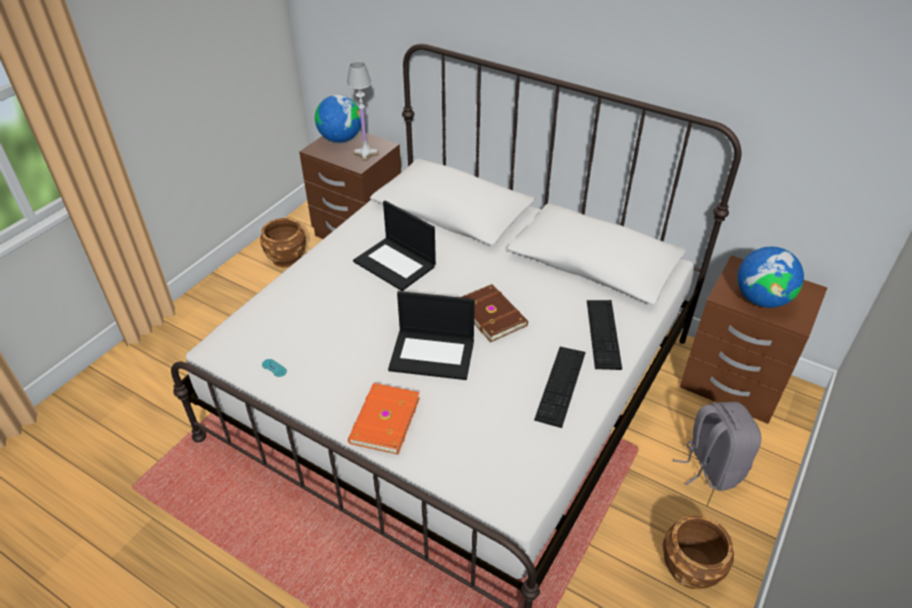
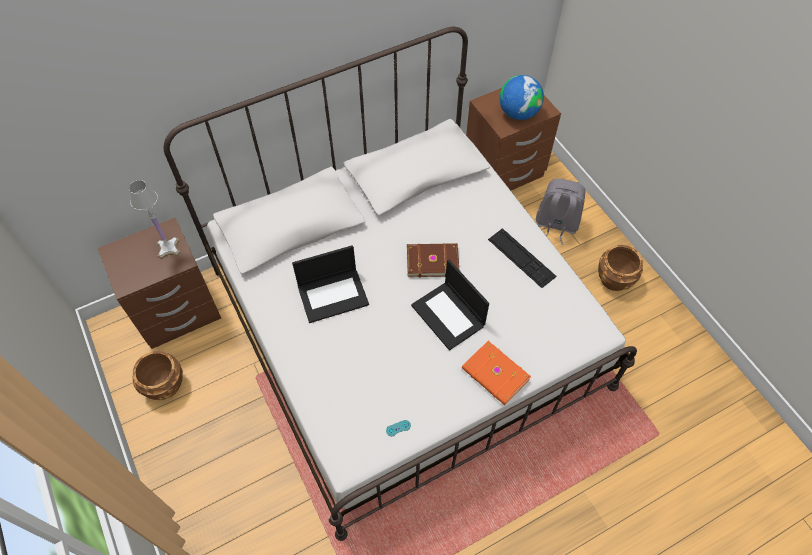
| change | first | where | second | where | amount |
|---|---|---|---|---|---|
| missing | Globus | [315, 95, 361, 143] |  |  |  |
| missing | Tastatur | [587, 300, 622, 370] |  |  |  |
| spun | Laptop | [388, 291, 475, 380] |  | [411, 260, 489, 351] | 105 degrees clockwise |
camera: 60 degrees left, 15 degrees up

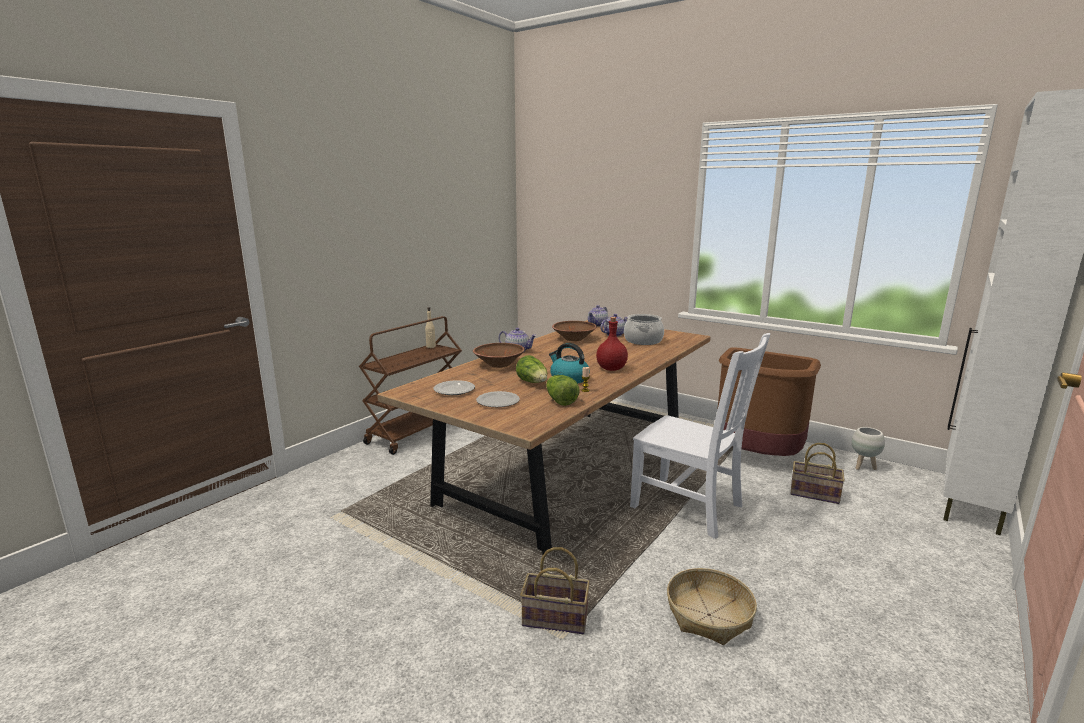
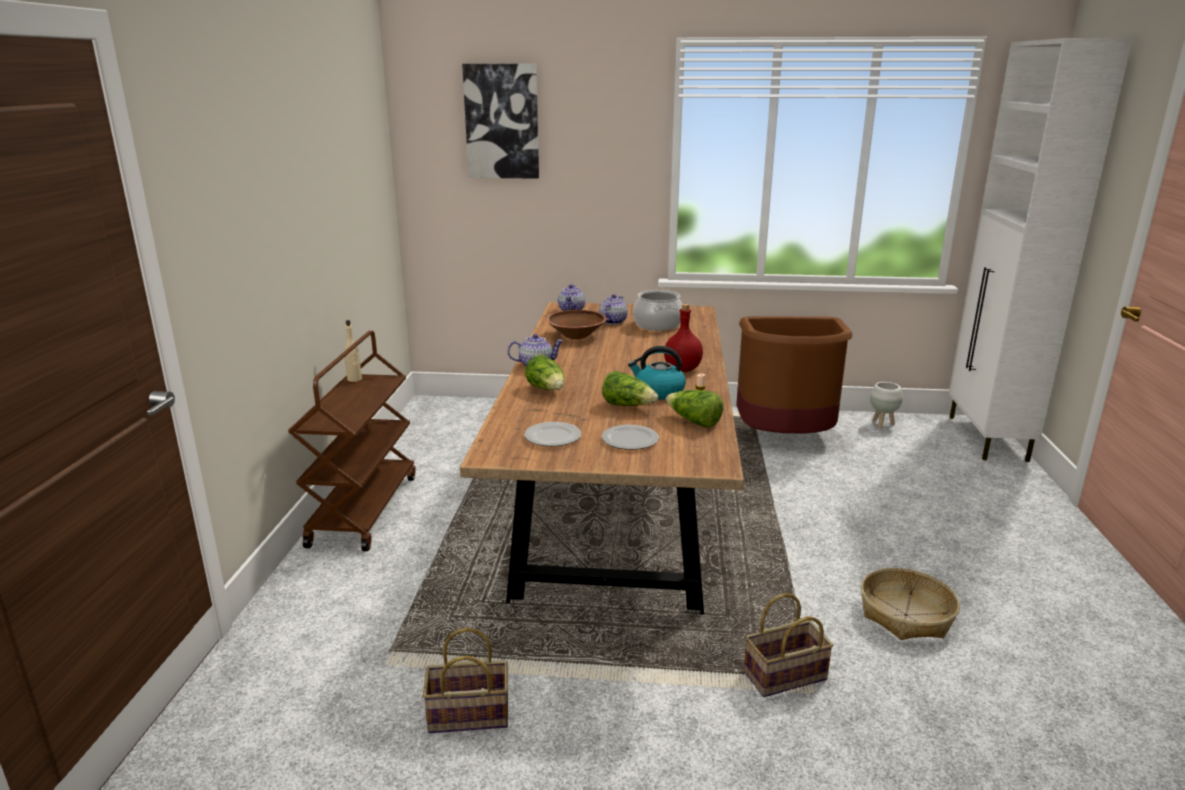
| change | first | where | second | where | amount |
|---|---|---|---|---|---|
| missing | Stuhl/weiß | [630, 333, 770, 539] |  |  |  |
| appeared |  |  | Bild | [462, 64, 539, 179] |  |
| relocated | Korb | [791, 443, 845, 504] |  | [423, 627, 508, 733] |  |
| exchanged | Schüssel/braun | [473, 343, 525, 368] | Salatkopf | [525, 355, 565, 390] |  |
camera: 30 degrees left, 5 degrees up

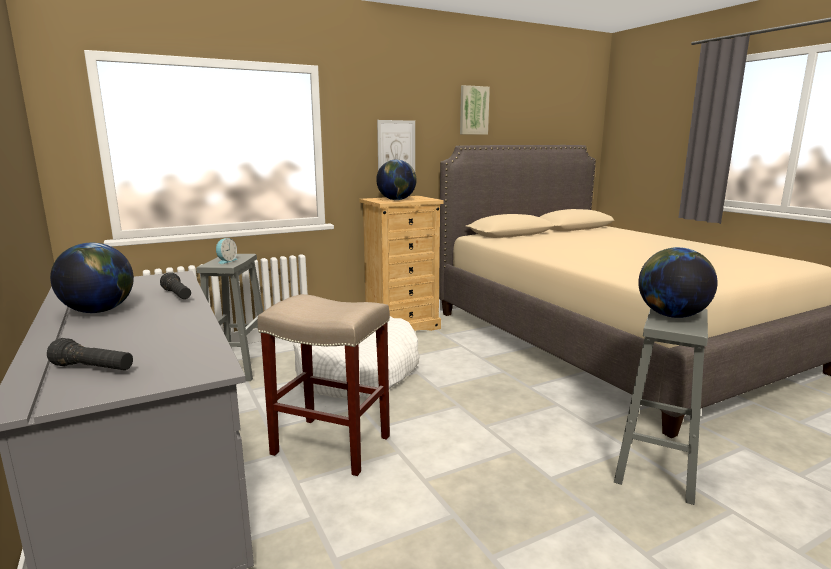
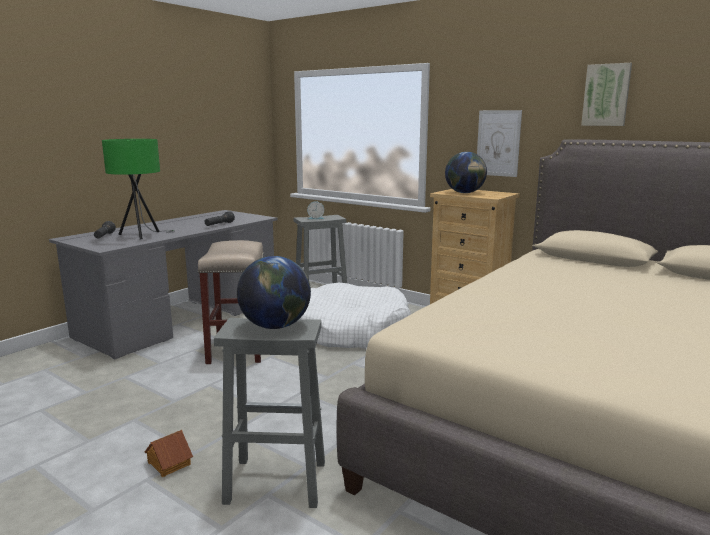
| change | first | where | second | where | amount |
|---|---|---|---|---|---|
| missing | Globus | [50, 243, 134, 313] |  |  |  |
| appeared |  |  | Tischlampe/grün | [102, 139, 175, 239] |  |
| appeared |  |  | Spielzeughaus | [145, 430, 193, 477] |  |
camera: 65 degrees right, 0 degrees up

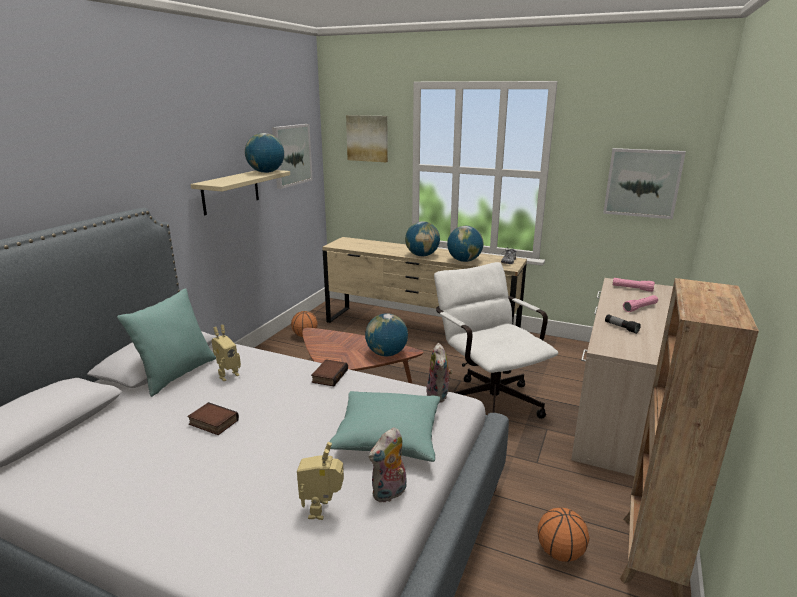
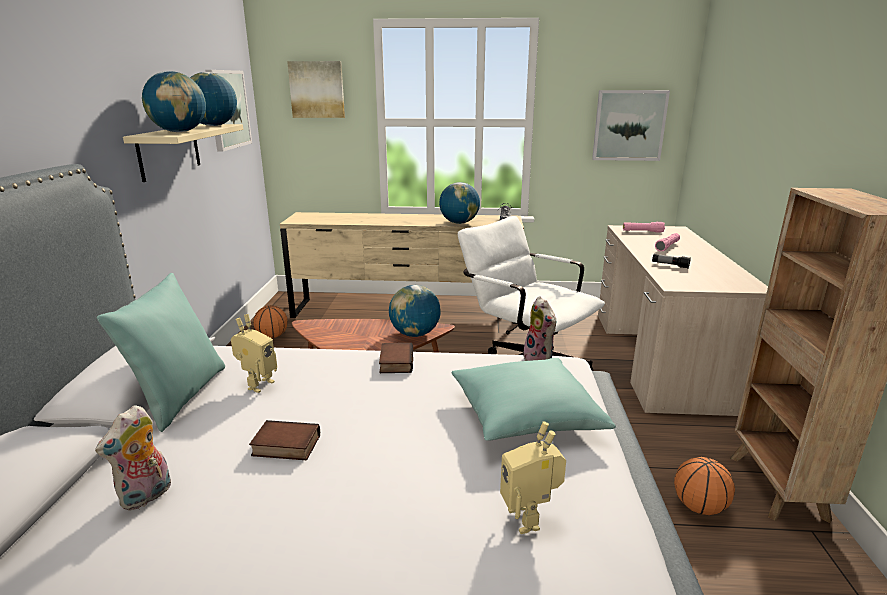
| change | first | where | second | where | amount |
|---|---|---|---|---|---|
| relocated | Plüschtier | [369, 427, 407, 502] |  | [95, 405, 171, 511] |  |
| relocated | Globus | [405, 221, 440, 256] |  | [142, 71, 206, 132] |  |
camera: 20 degrees left, 0 degrees up

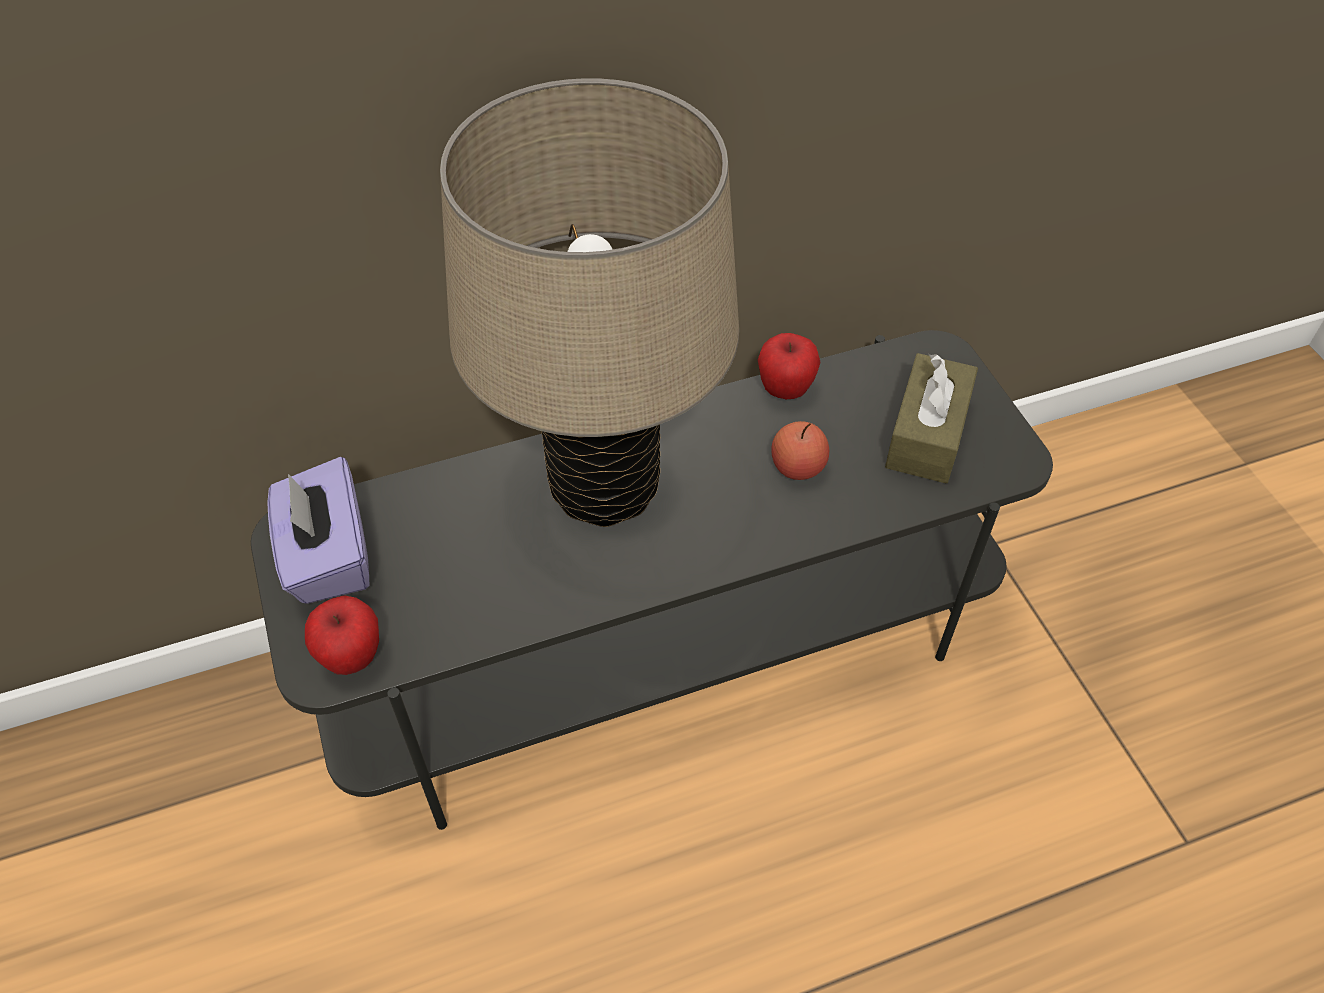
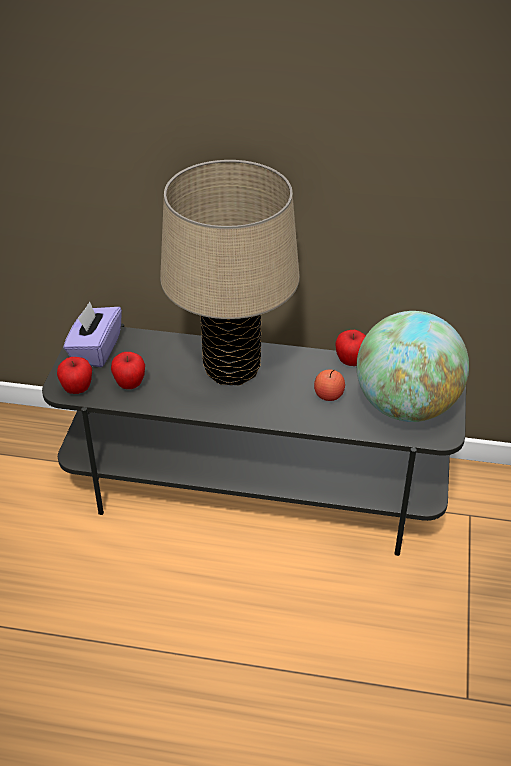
| change | first | where | second | where | amount |
|---|---|---|---|---|---|
| appeared |  |  | Apfel | [111, 352, 145, 389] |  |
| exchanged | Taschentuchbox/braun | [885, 353, 978, 484] | Globus | [357, 311, 469, 422] |  |
camera: 30 degrees right, 10 degrees down

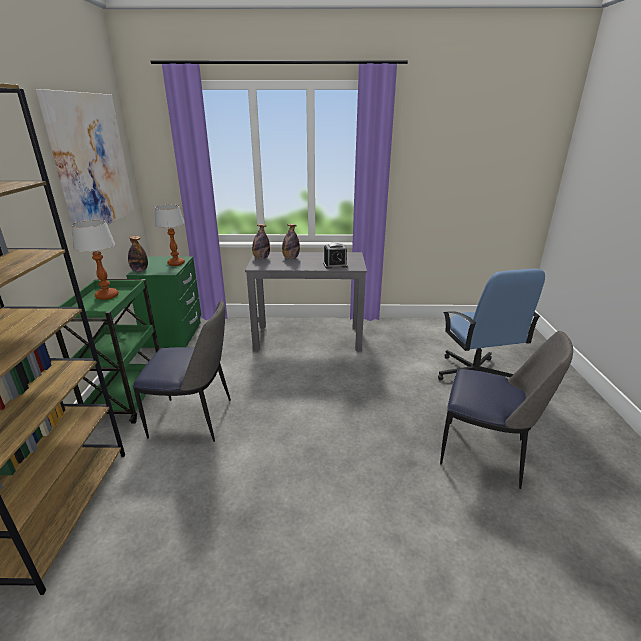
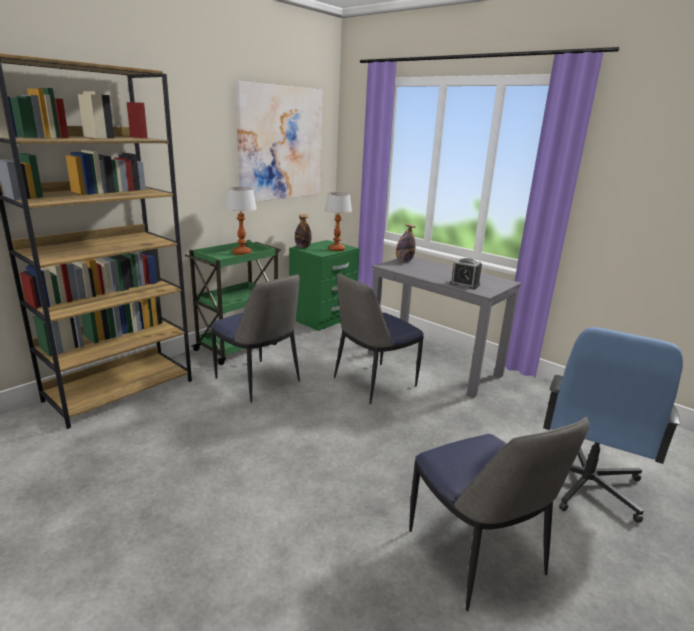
| change | first | where | second | where | amount |
|---|---|---|---|---|---|
| missing | Flasche | [282, 224, 300, 259] |  |  |  |
| appeared |  |  | Stuhl | [334, 273, 424, 404] |  |
camera: 40 degrees right, 5 degrees down

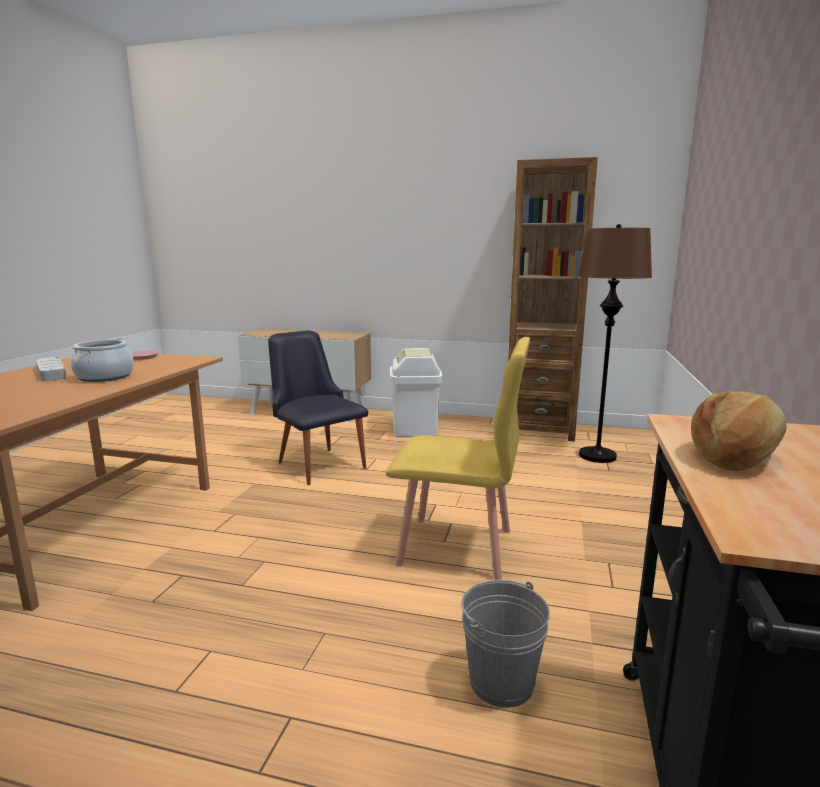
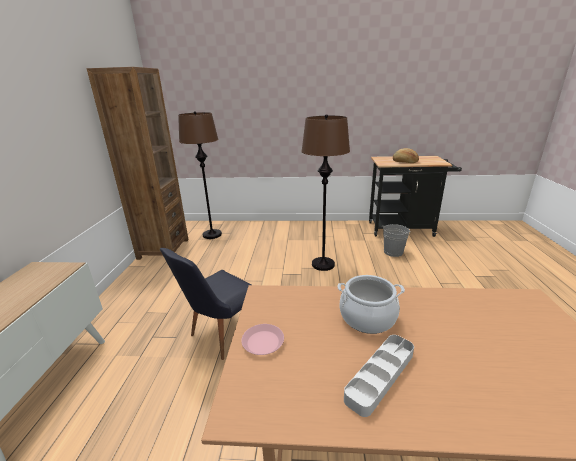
| change | first | where | second | where | amount |
|---|---|---|---|---|---|
| missing | Mülleimer/weiß | [390, 348, 442, 437] |  |  |  |
| exchanged | Stuhl/gelb | [386, 337, 530, 580] | Stehlampe/braun | [301, 114, 350, 271] |  |
camera: 100 degrees left, 10 degrees up

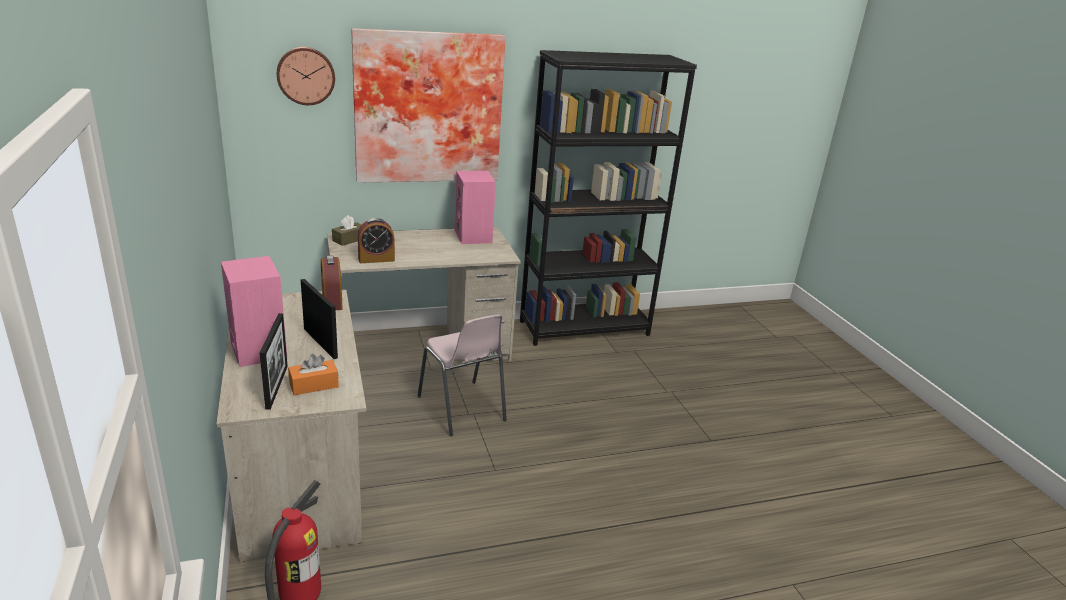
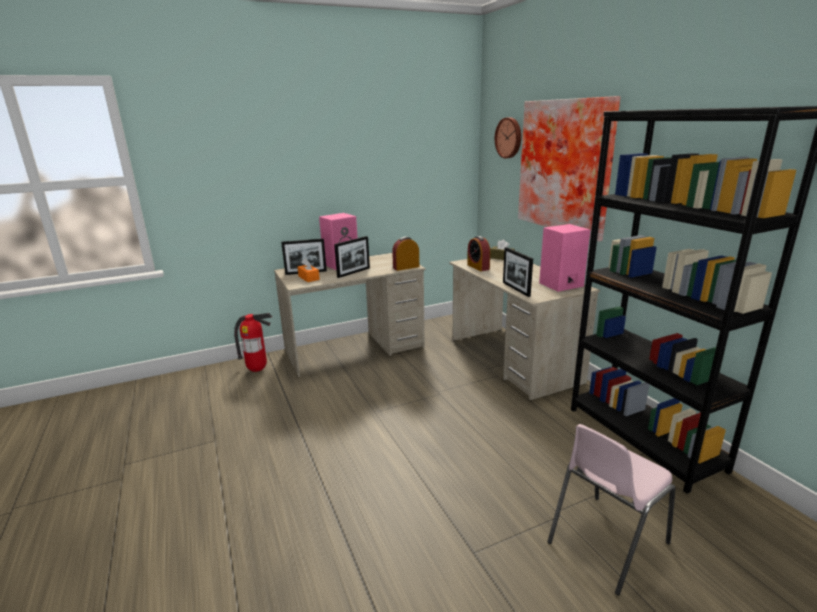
| change | first | where | second | where | amount |
|---|---|---|---|---|---|
| appeared |  |  | Bilderrahmen | [503, 247, 533, 297] |  |
| relocated | Stuhl/rosa | [417, 314, 507, 436] |  | [547, 424, 676, 595] |  |
camera: 85 degrees right, 5 degrees down

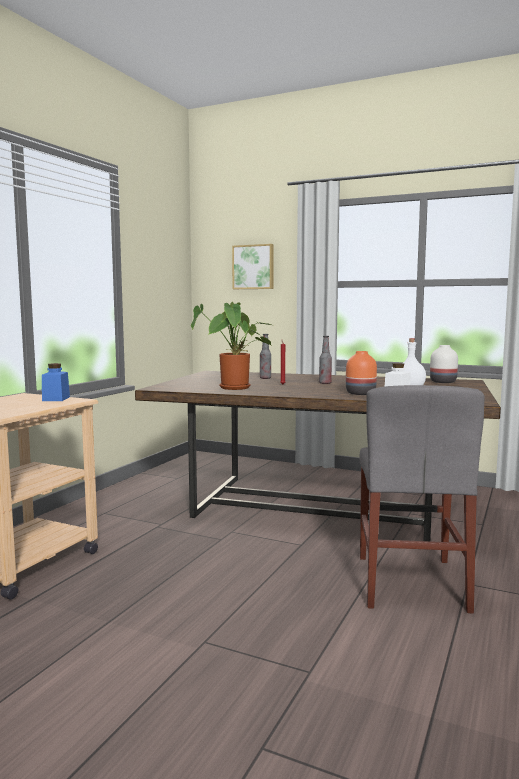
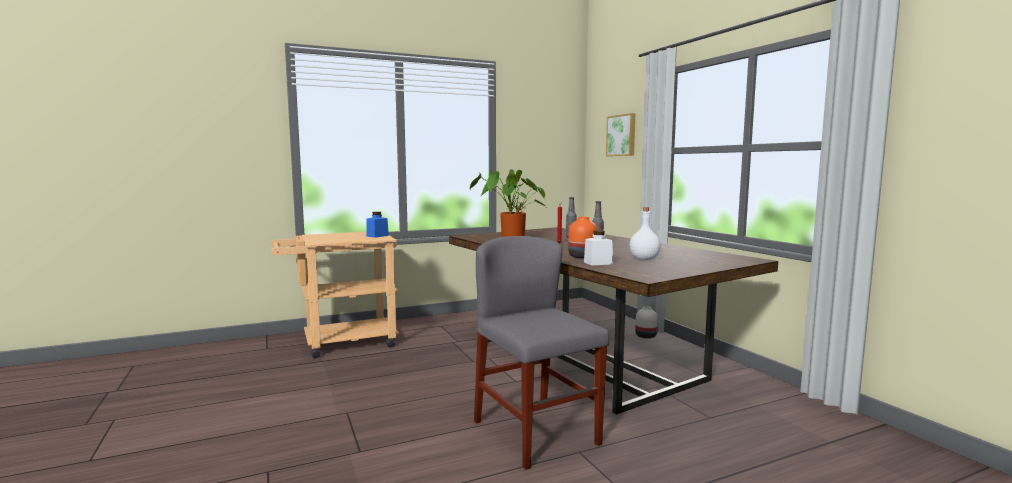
| change | first | where | second | where | amount |
|---|---|---|---|---|---|
| relocated | Vase/weiß | [430, 345, 458, 383] |  | [635, 306, 658, 339] |  |
| spun | Stuhl/grau | [359, 385, 484, 614] |  | [474, 236, 609, 470] | 105 degrees clockwise |
camera: 40 degrees right, 0 degrees up

